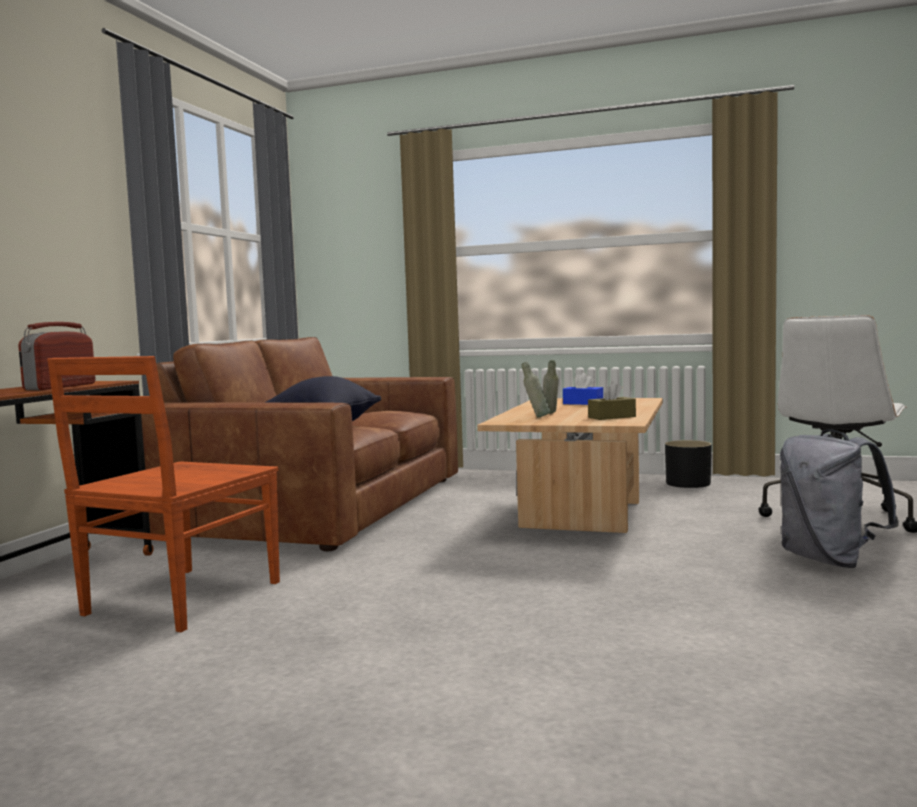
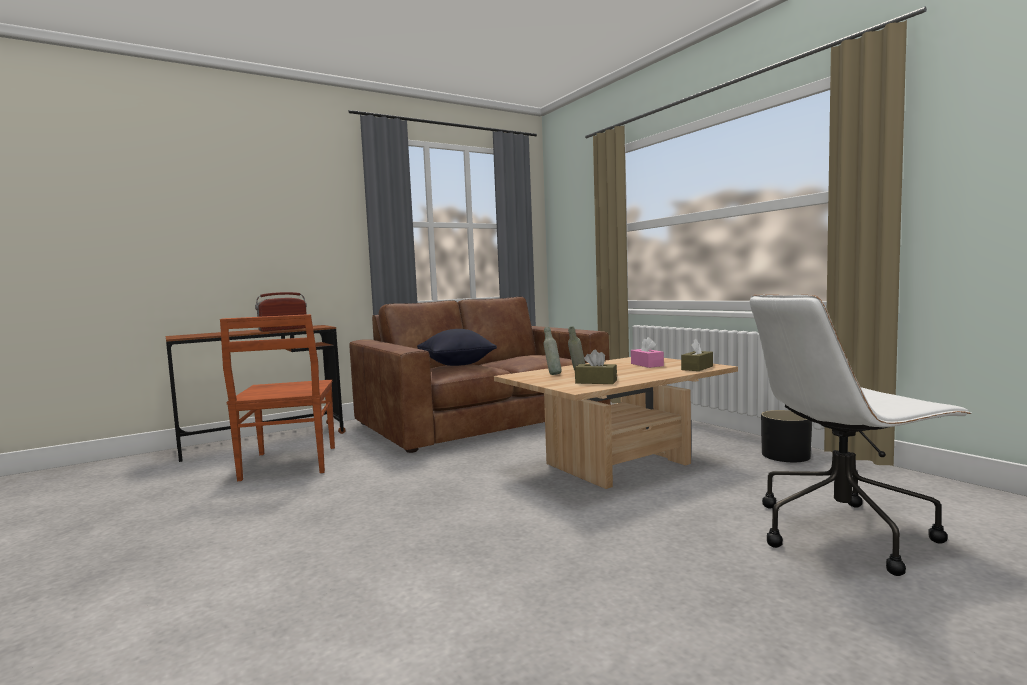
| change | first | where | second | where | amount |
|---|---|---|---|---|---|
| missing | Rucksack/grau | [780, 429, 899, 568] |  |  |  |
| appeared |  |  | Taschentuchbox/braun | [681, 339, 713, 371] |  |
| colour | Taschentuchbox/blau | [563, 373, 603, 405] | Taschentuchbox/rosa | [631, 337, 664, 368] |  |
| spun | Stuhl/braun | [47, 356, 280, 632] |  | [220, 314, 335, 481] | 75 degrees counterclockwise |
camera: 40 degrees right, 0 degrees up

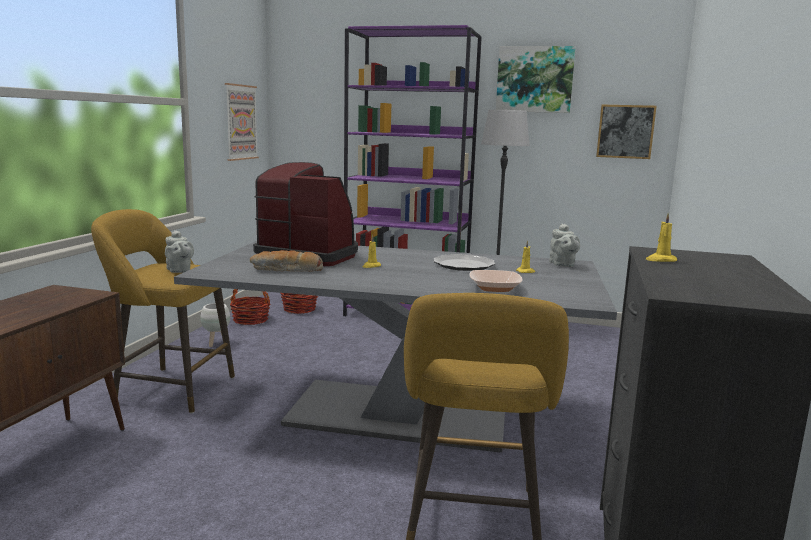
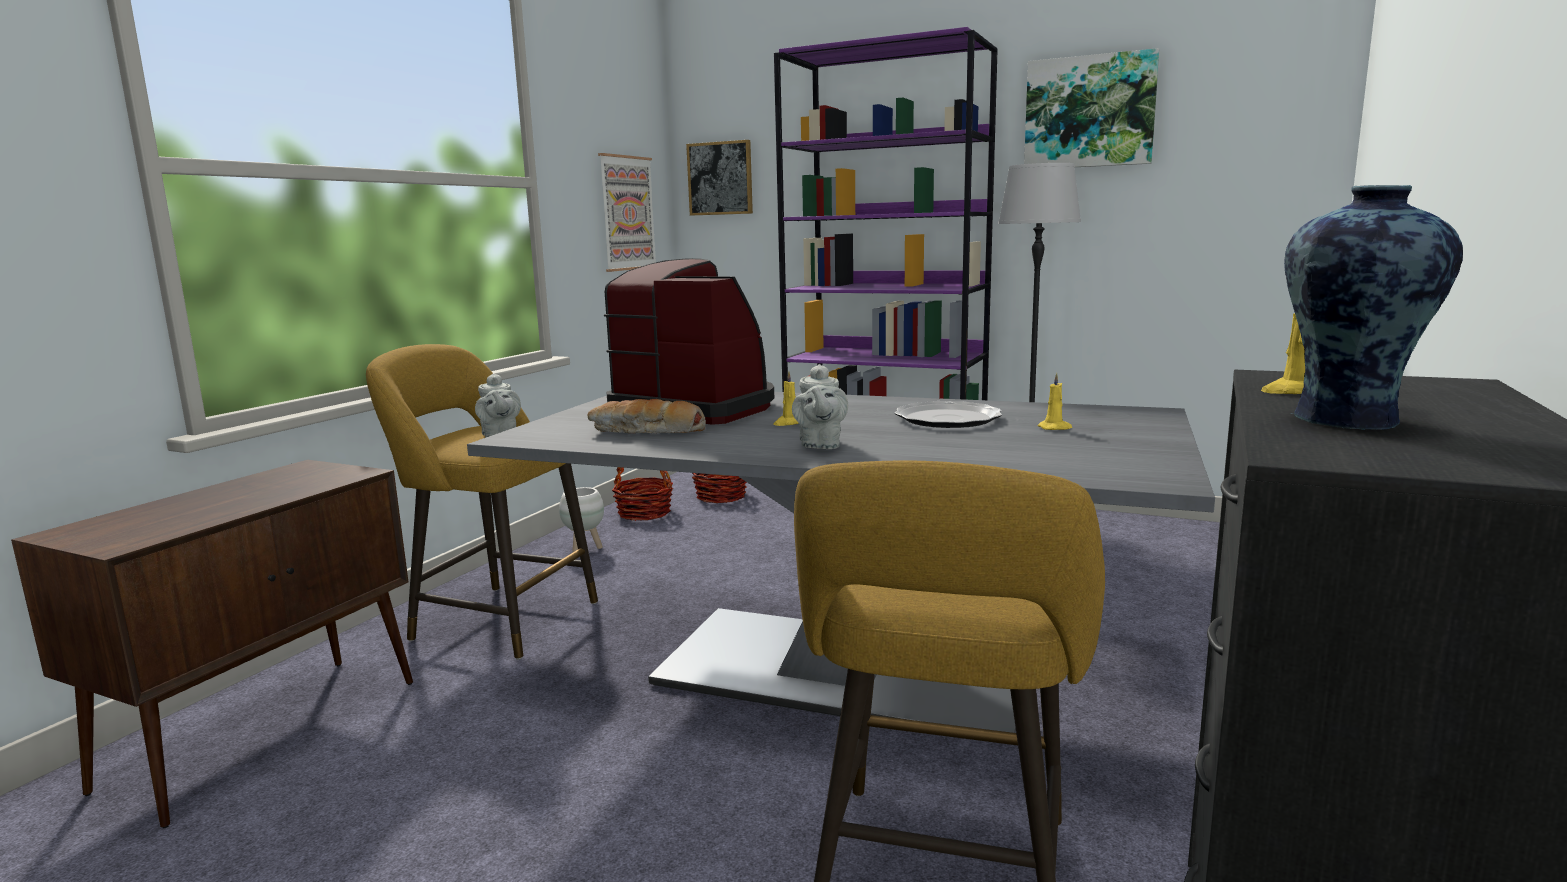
| change | first | where | second | where | amount |
|---|---|---|---|---|---|
| missing | Schüssel | [470, 270, 523, 292] |  |  |  |
| appeared |  |  | Vase | [1284, 185, 1463, 430] |  |
| relocated | Teekanne/grau | [549, 224, 580, 267] |  | [792, 364, 848, 449] |  |
| relocated | Bild | [596, 105, 657, 159] |  | [686, 140, 753, 216] |  |
camera: 10 degrees right, 0 degrees up

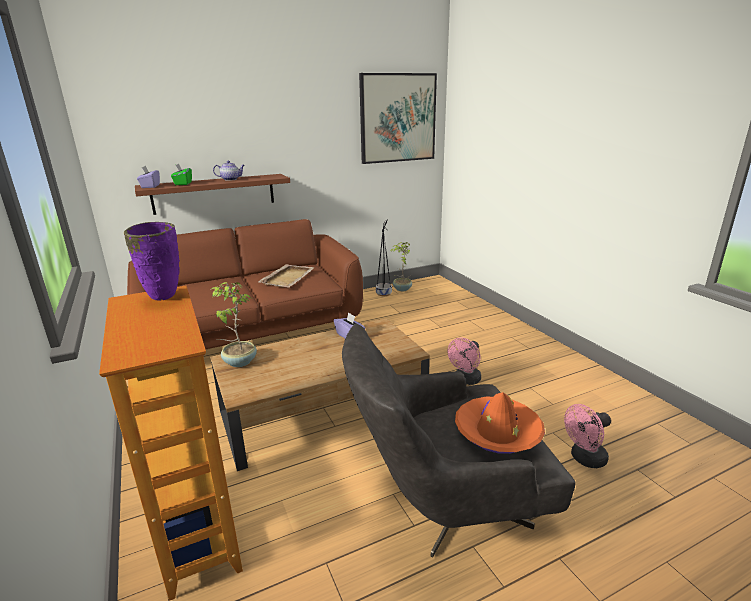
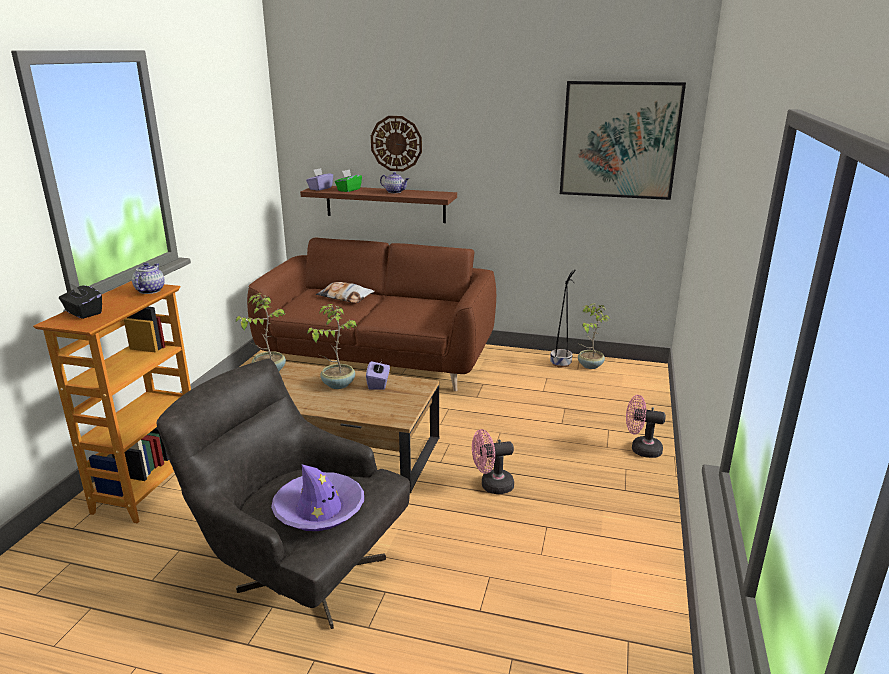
| change | first | where | second | where | amount |
|---|---|---|---|---|---|
| missing | Tablett/beige | [258, 264, 314, 288] |  |  |  |
| appeared |  |  | Taschentuchbox/schwarz | [59, 283, 102, 319] |  |
| appeared |  |  | Topfpflanze | [307, 304, 357, 389] |  |
| appeared |  |  | Kissen | [315, 282, 375, 303] |  |
| appeared |  |  | Wanduhr | [371, 116, 422, 171] |  |
| relocated | Ventilator/rosa | [564, 404, 611, 468] |  | [626, 395, 666, 458] |  |
| exchanged | Vase/lila | [124, 222, 180, 301] | Teekanne | [132, 263, 164, 294] |  |
| colour | Hut/orange | [455, 392, 545, 454] | Hut/lila | [271, 465, 364, 531] |  |
camera: 40 degrees right, 0 degrees up

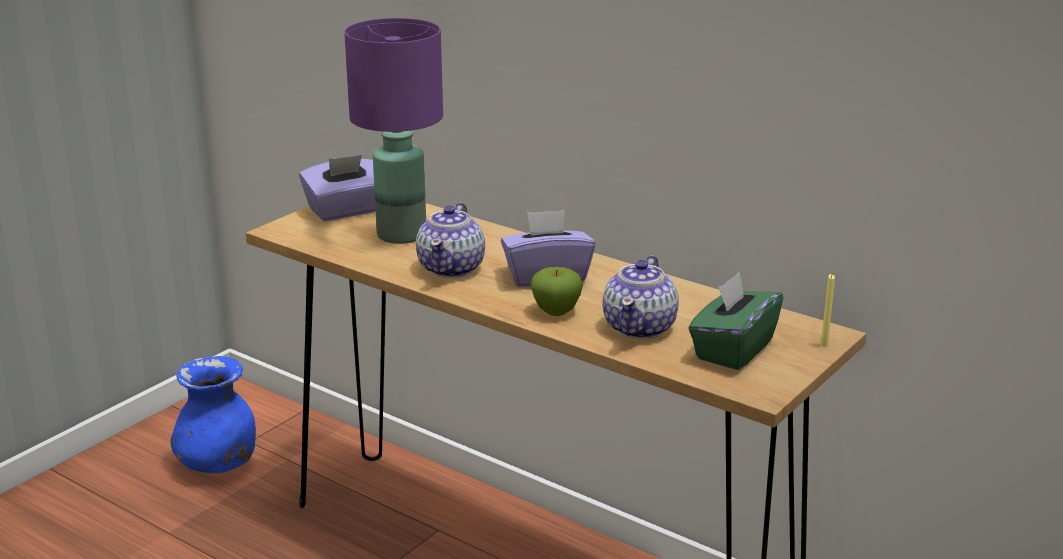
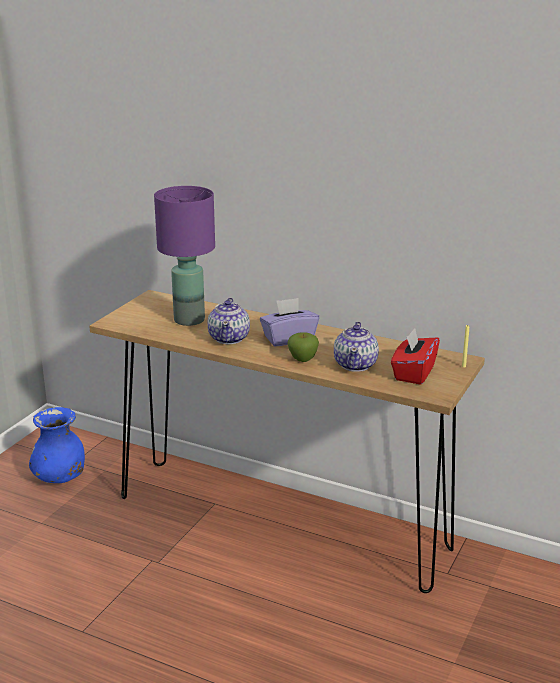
| change | first | where | second | where | amount |
|---|---|---|---|---|---|
| missing | Taschentuchbox/lila | [299, 155, 376, 221] |  |  |  |
| colour | Taschentuchbox/grün | [688, 272, 783, 370] | Taschentuchbox/rot | [391, 328, 440, 385] |  |
camera: 10 degrees left, 0 degrees up

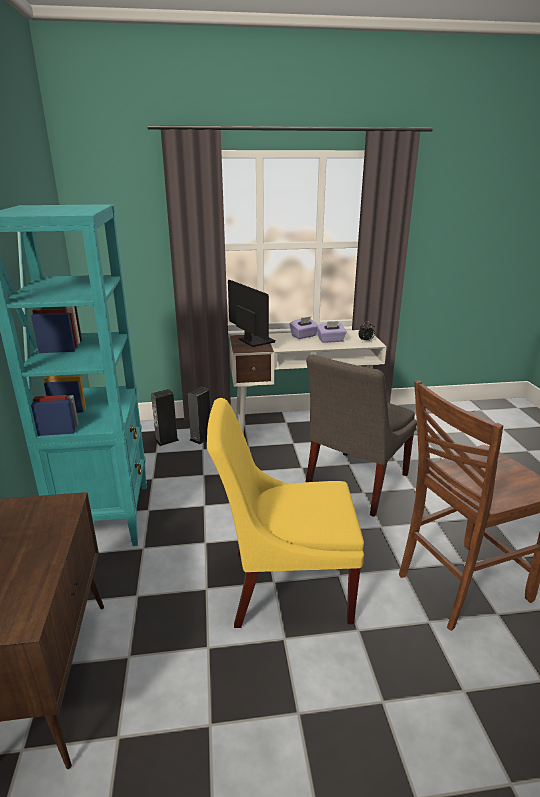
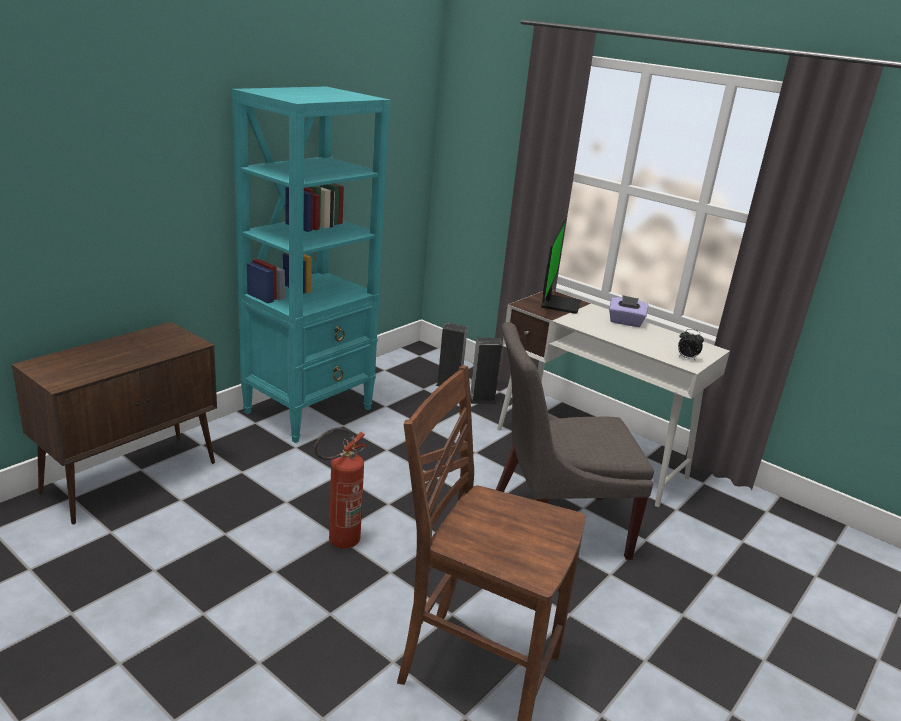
| change | first | where | second | where | amount |
|---|---|---|---|---|---|
| missing | Taschentuchbox/lila | [317, 321, 347, 343] |  |  |  |
| exchanged | Stuhl/gelb | [207, 398, 364, 628] | Feuerlöscher | [314, 428, 367, 549] |  |
camera: 45 degrees right, 0 degrees up

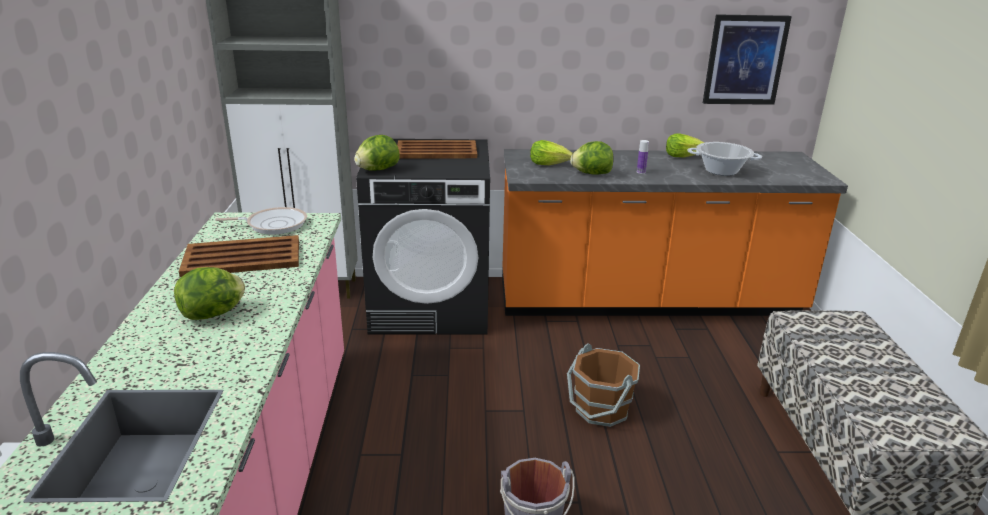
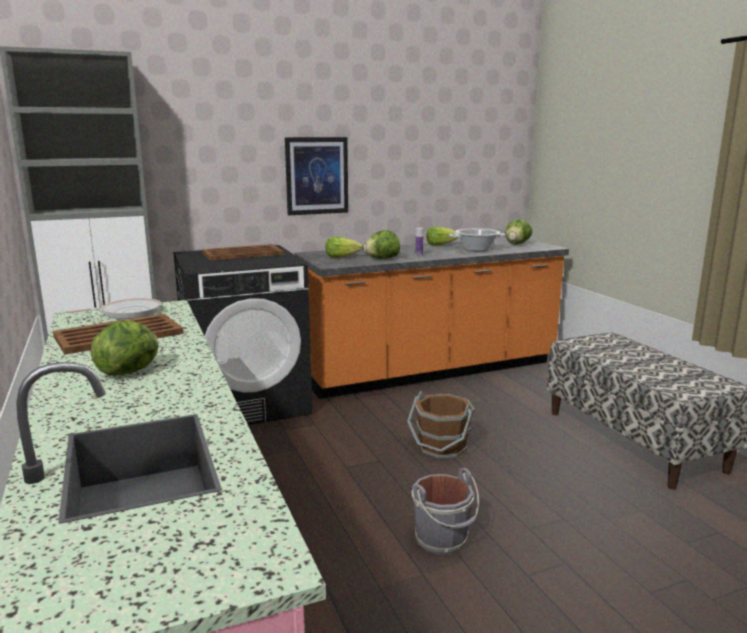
| change | first | where | second | where | amount |
|---|---|---|---|---|---|
| relocated | Salatkopf | [354, 135, 400, 171] |  | [505, 219, 532, 245] |  |
| relocated | Bild | [703, 14, 792, 105] |  | [285, 137, 348, 215] |  |
camera: 20 degrees left, 10 degrees down

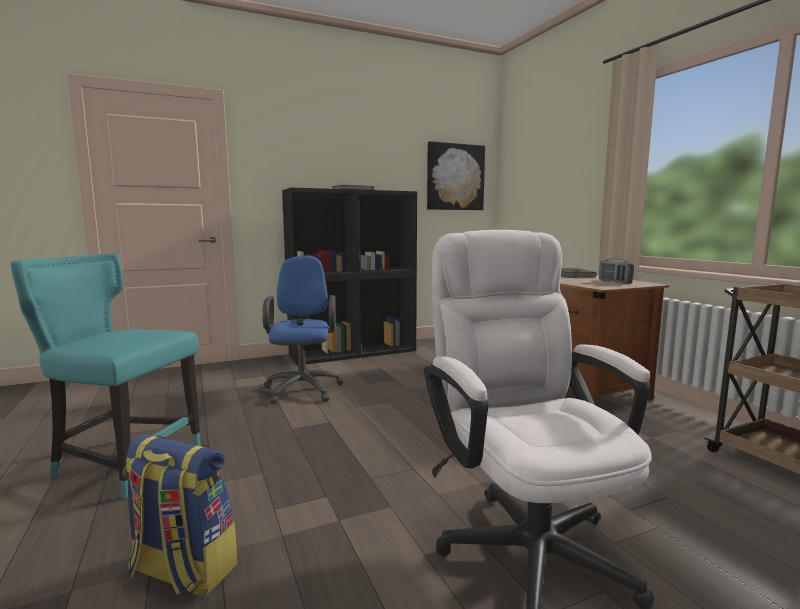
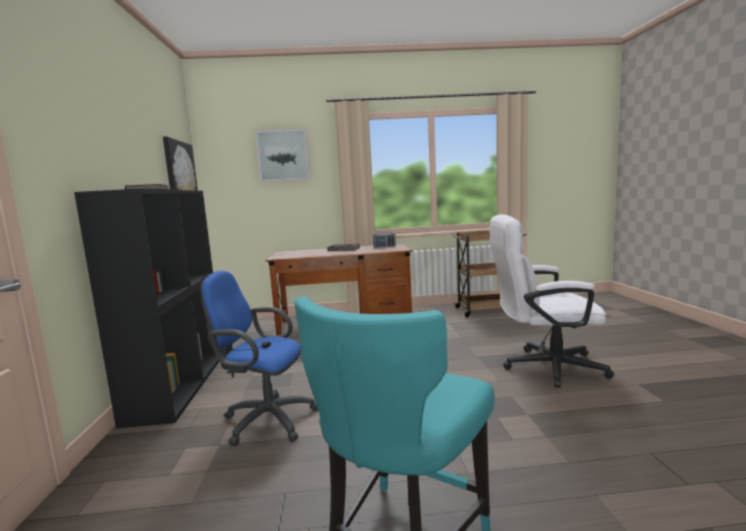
| change | first | where | second | where | amount |
|---|---|---|---|---|---|
| missing | Rucksack | [122, 435, 238, 597] |  |  |  |
| appeared |  |  | Bild | [255, 129, 310, 182] |  |
camera: 70 degrees left, 0 degrees up

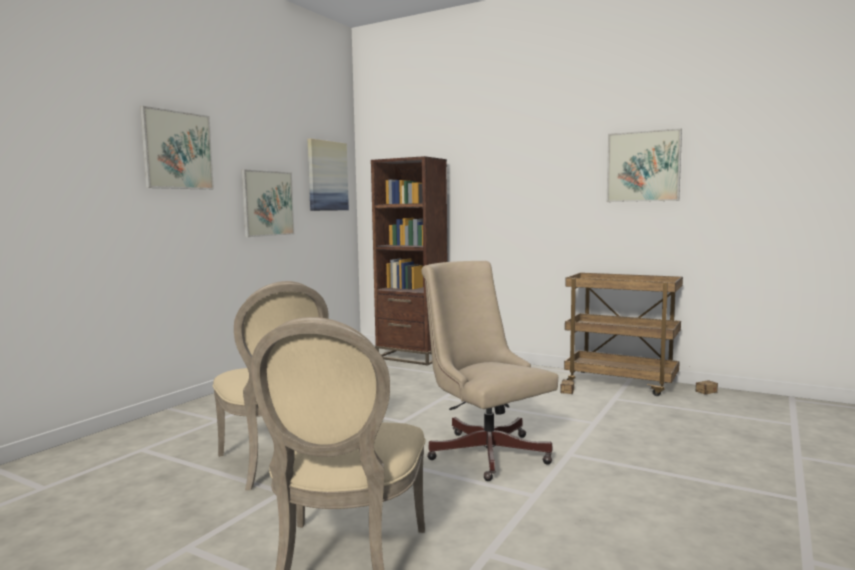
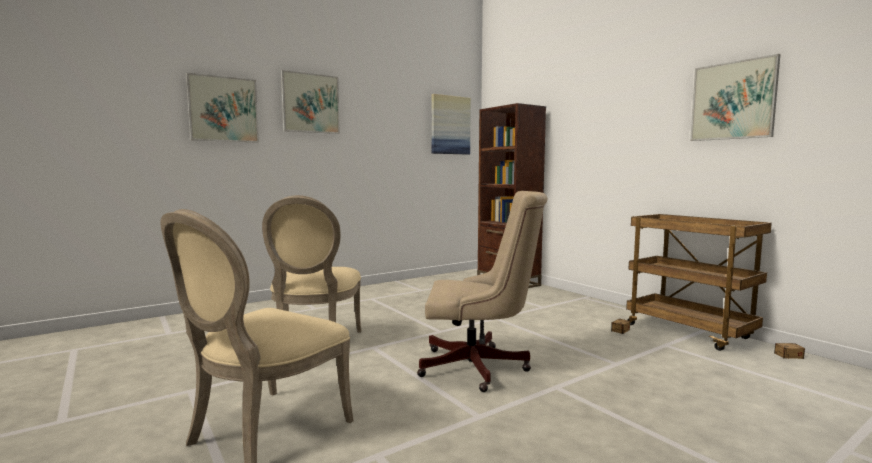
| change | first | where | second | where | amount |
|---|---|---|---|---|---|
| relocated | Bild | [242, 169, 294, 237] |  | [186, 73, 259, 143] |  |
| spun | Bürostuhl/beige | [421, 261, 558, 481] |  | [417, 191, 548, 392] | 105 degrees clockwise |
camera: 25 degrees right, 0 degrees up

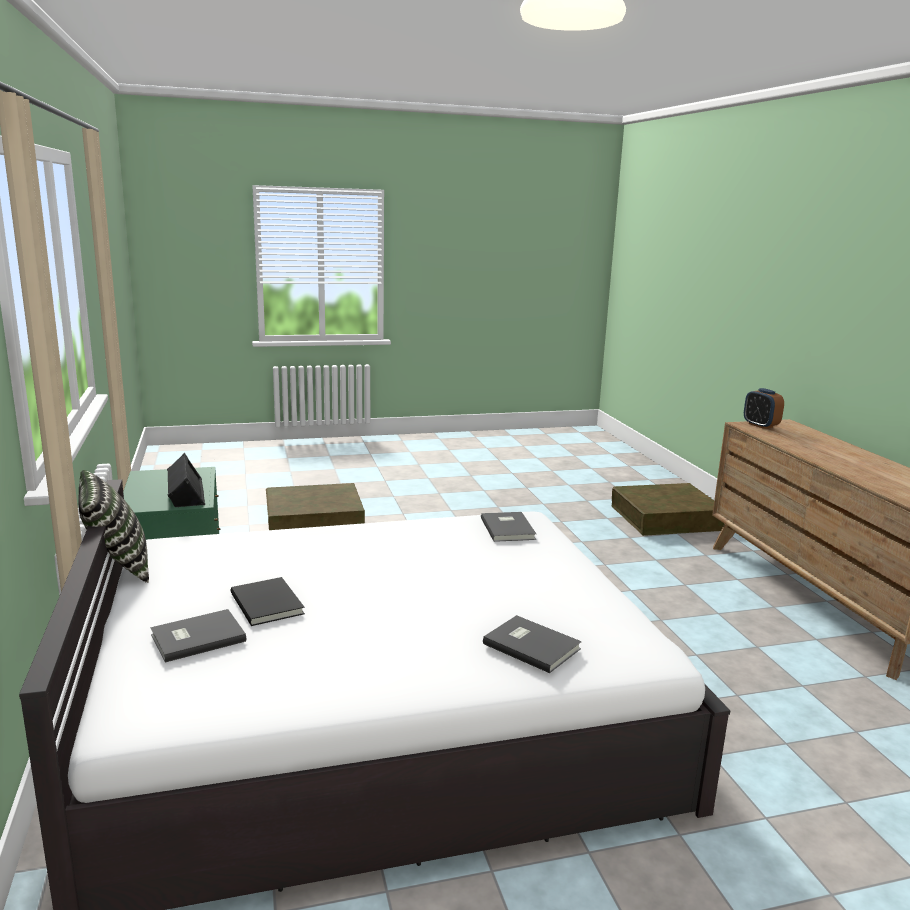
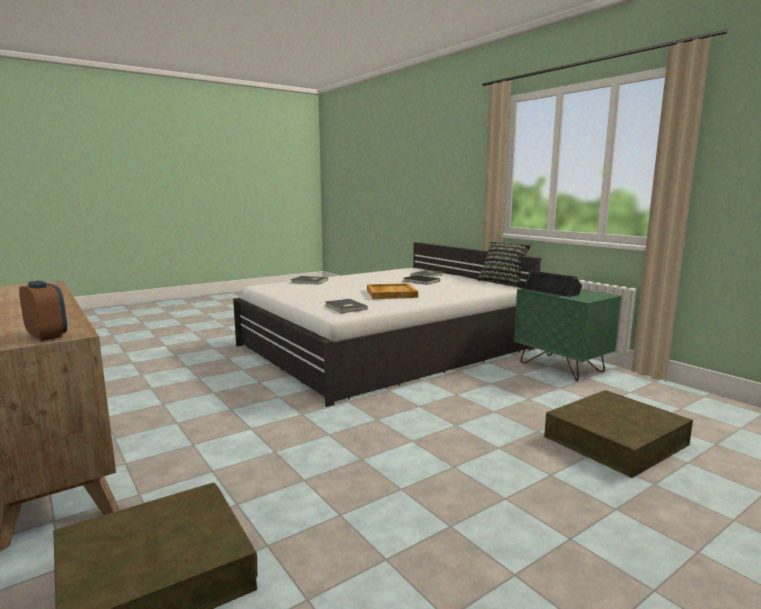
| change | first | where | second | where | amount |
|---|---|---|---|---|---|
| appeared |  |  | Tablett/beige | [367, 283, 418, 299] |  |
camera: 160 degrees right, 5 degrees down

